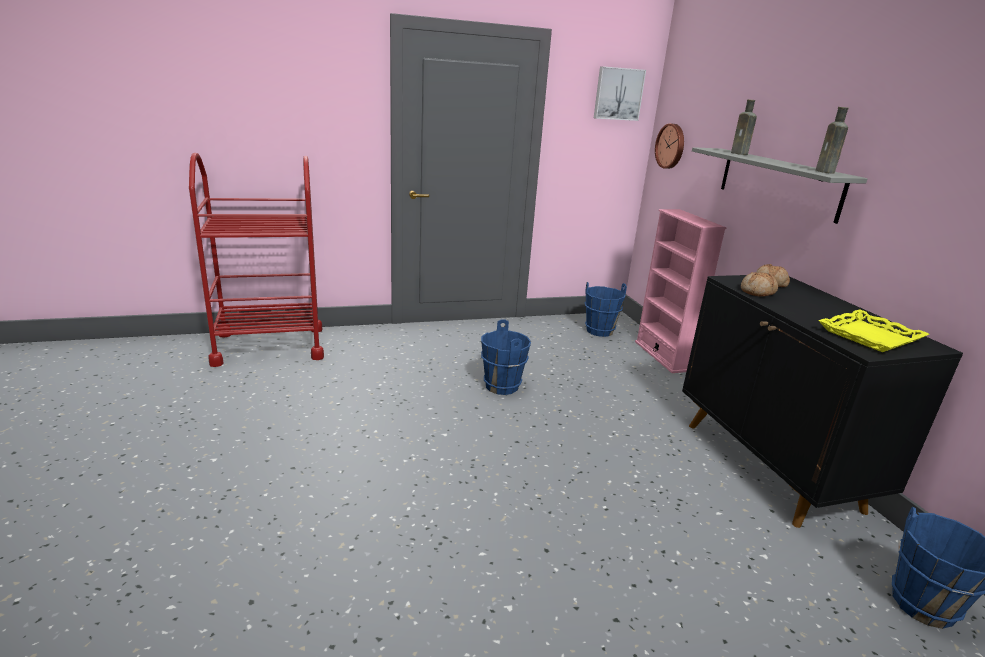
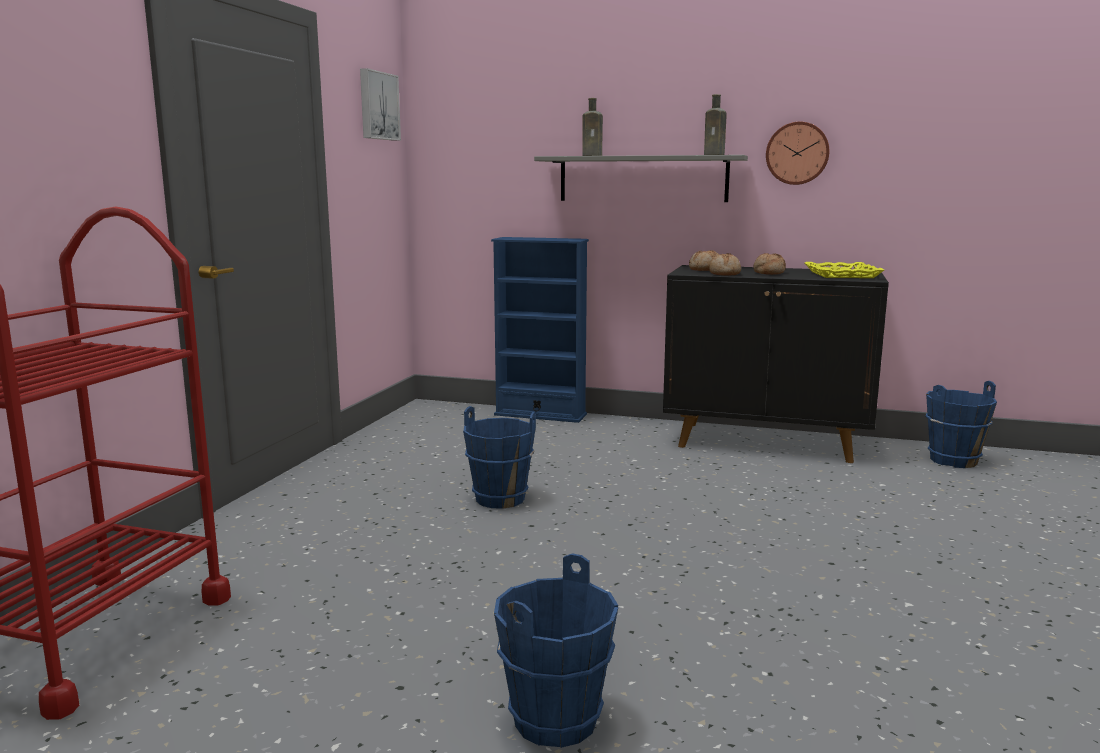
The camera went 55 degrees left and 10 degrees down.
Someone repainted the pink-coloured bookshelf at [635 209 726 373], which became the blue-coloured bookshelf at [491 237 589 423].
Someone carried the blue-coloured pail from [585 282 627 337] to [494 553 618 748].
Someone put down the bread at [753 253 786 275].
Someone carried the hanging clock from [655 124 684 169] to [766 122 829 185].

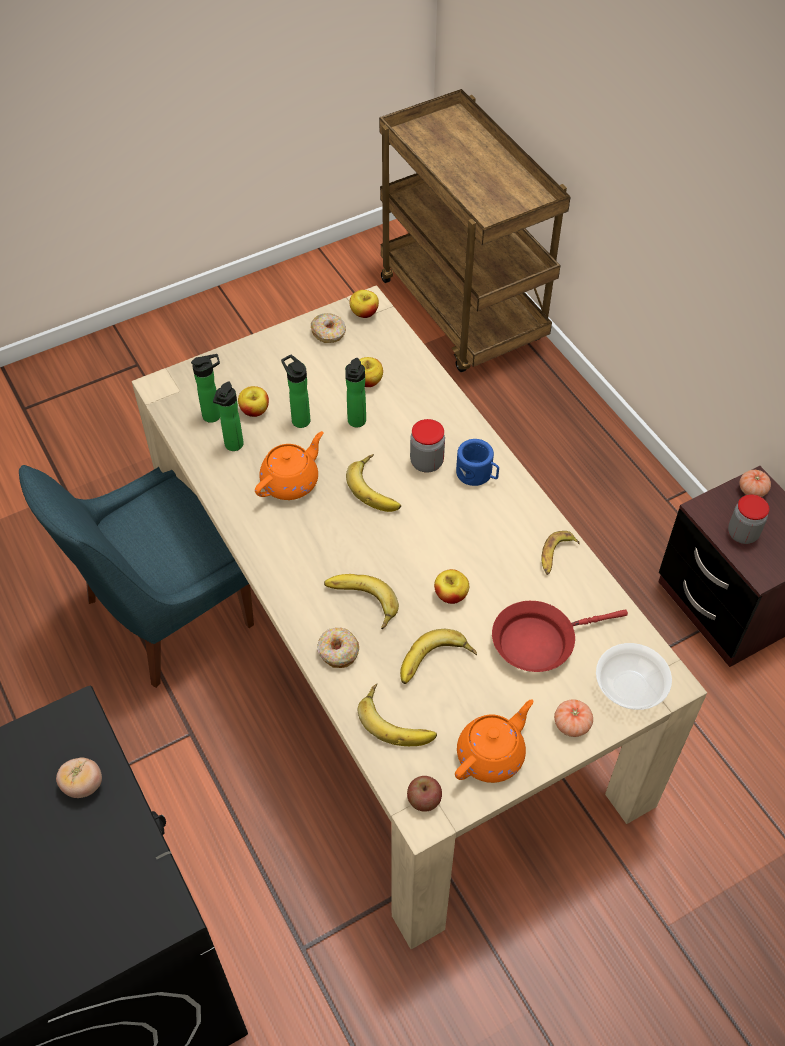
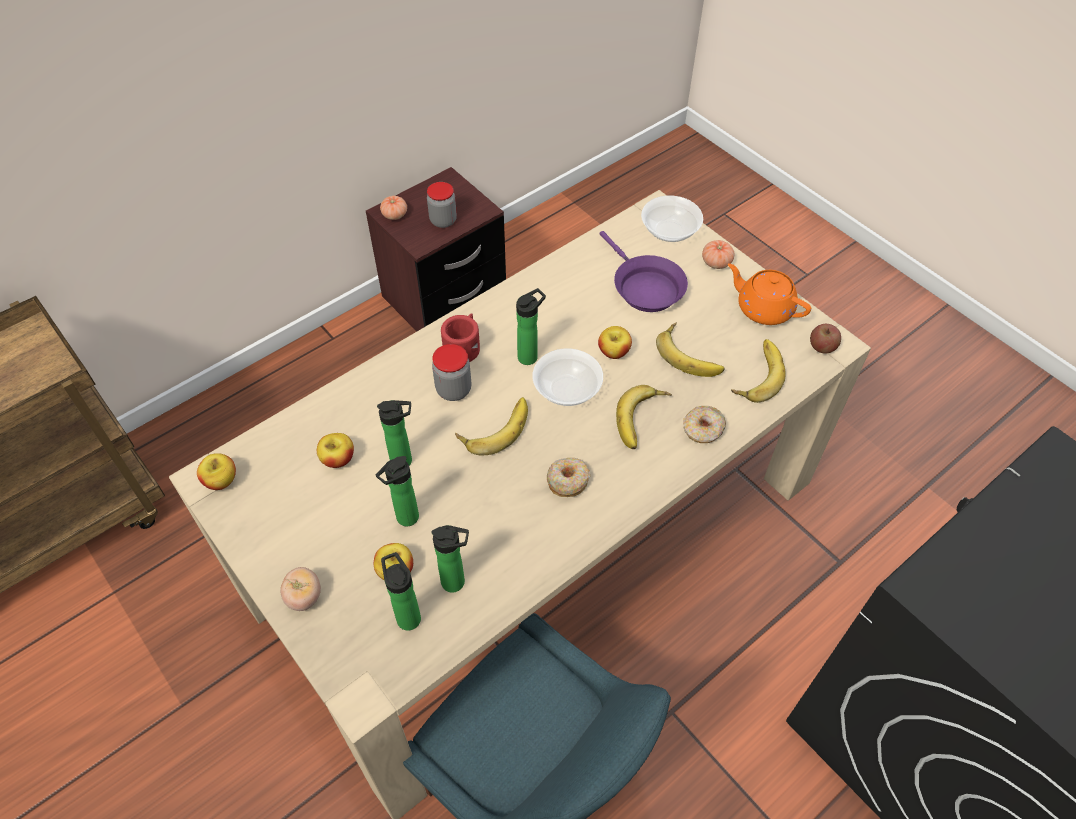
The camera went 100 degrees left and 0 degrees up.
Someone carried the whole tomato from [56 758 102 798] to [280 567 321 611].
Someone repainted the blue-coloured coffee mug at [456 439 499 486], which became the red coffee mug at [441 313 480 362].
Someone put down the bottle at [516 288 546 365].
Someone put down the serving bowl at [532 348 603 406].
Someone carried the ring doughnut from [311 313 346 343] to [547 458 590 497].
Someone repainted the red pan at [492 601 628 672], which became the purple-coloured pan at [600 231 688 312].
Someone took away the orangey pot for tea at [255 431 323 500].
Someone took away the banana fruit at [542 531 580 575].

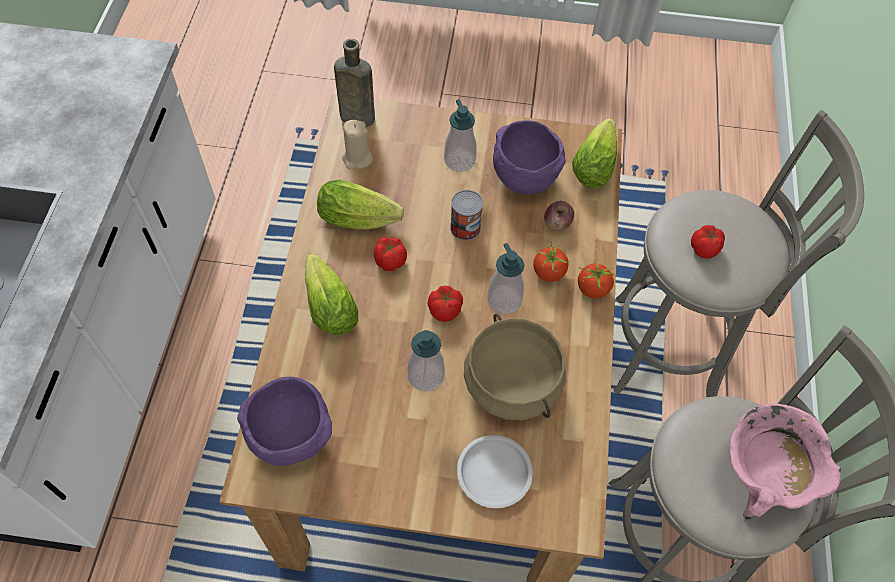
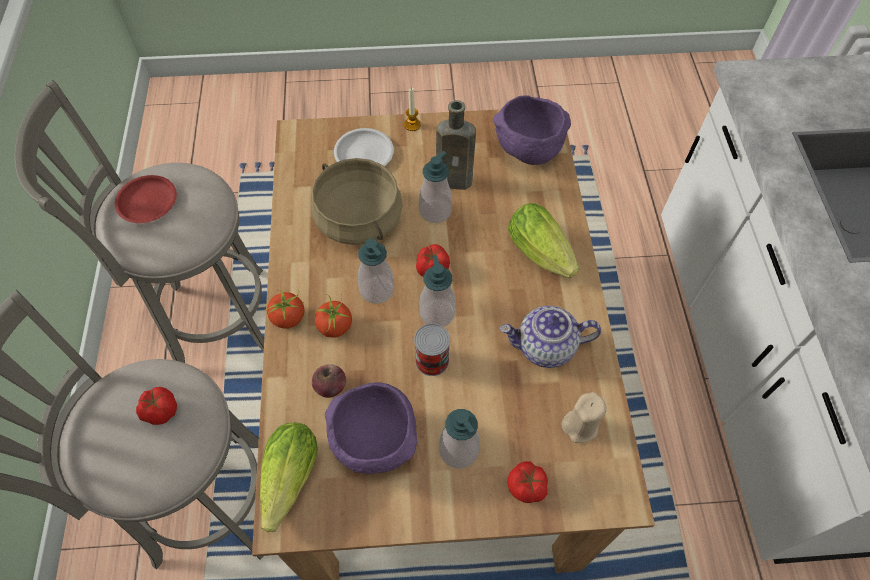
The camera went 170 degrees right and 0 degrees up.
Someone swapped the pink-coloured stockpot at [730 404 841 520] for the red dinner plate at [115 175 177 223].
Someone put down the wax light at [404 87 421 131].
Someone put down the liquid soap bottle at [420 255 455 327].
Someone carried the brown-coloured bottle from [334 39 375 127] to [436 100 476 190].
Someone swapped the head of lettuce at [317 179 404 229] for the pot for tea at [500 306 601 368].
Someone carried the whole tomato from [374 237 407 271] to [508 461 548 503].

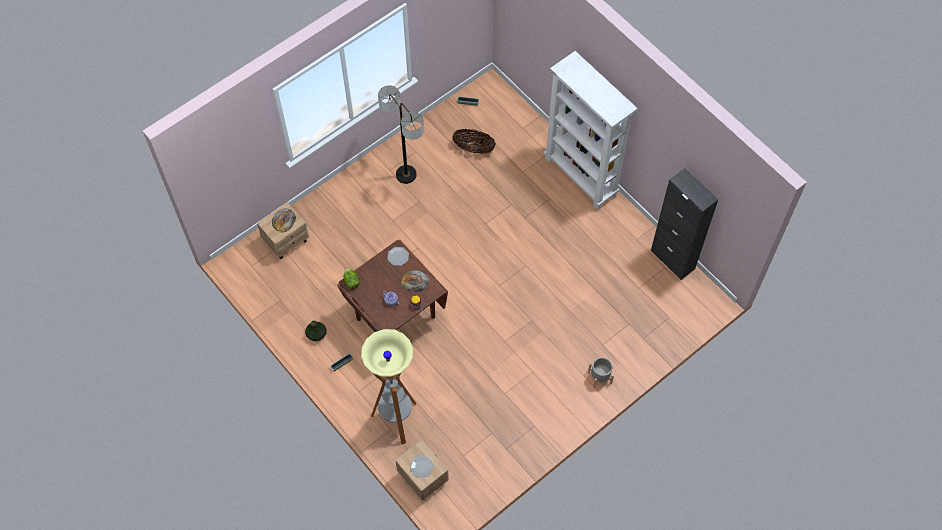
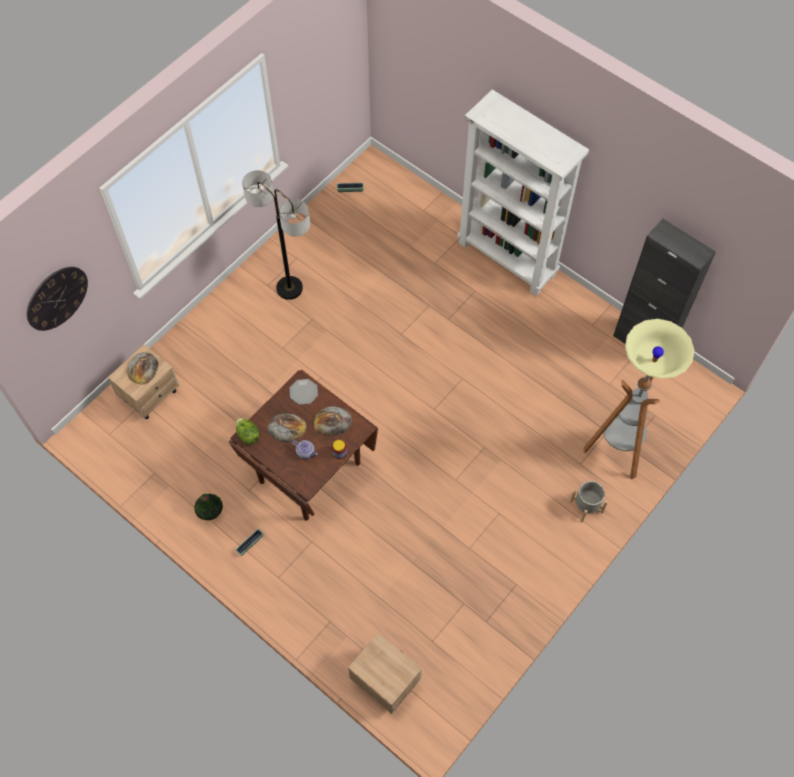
The camera went 10 degrees left and 0 degrees up.
Someone put up the hanging clock at [27 267 88 331].
Someone put down the bread at [267 413 307 443].
Someone carried the standard lamp from [361 329 417 444] to [584 319 694 479].
Someone took away the dinner plate at [410 456 433 478].
Someone took away the household basket at [452 129 496 154].

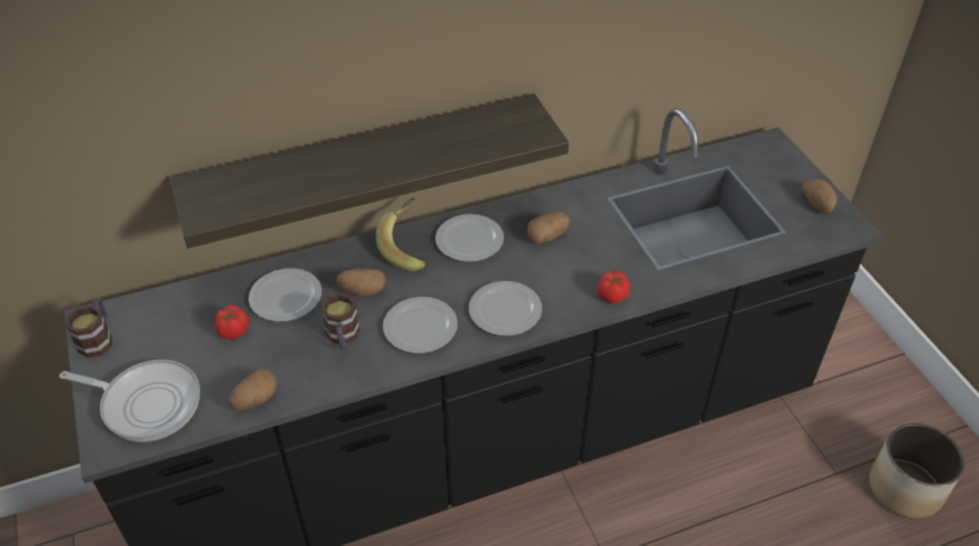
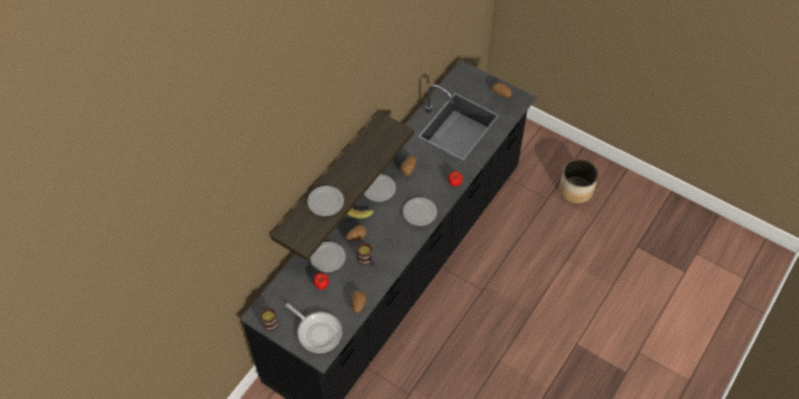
The camera went 35 degrees left and 10 degrees up.
Someone rotated the pan at [59 360 200 442] by 60 degrees clockwise.
Someone carried the dinner plate from [383 297 458 354] to [308 186 344 216].

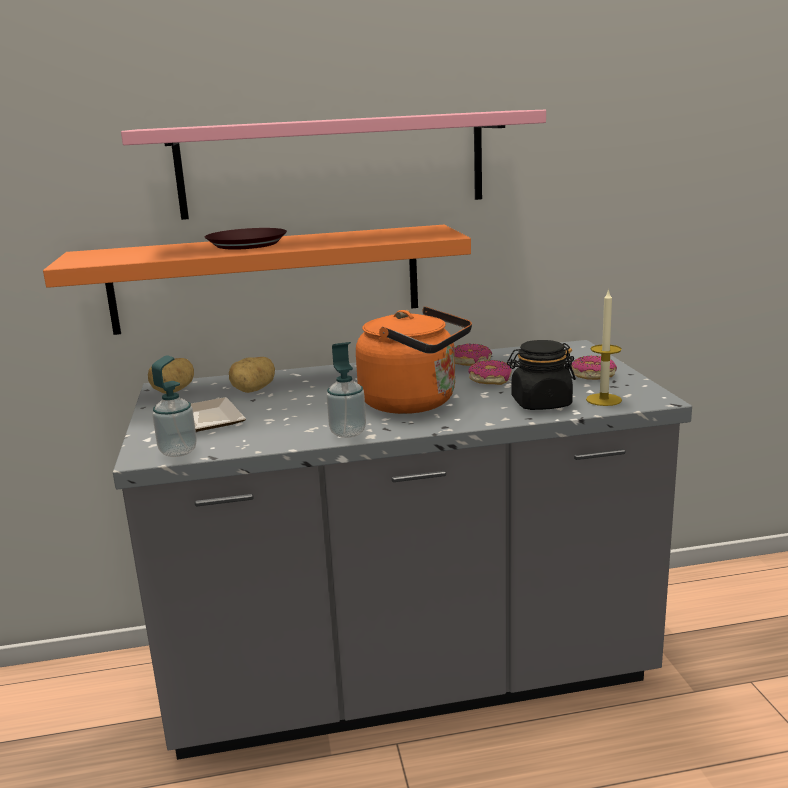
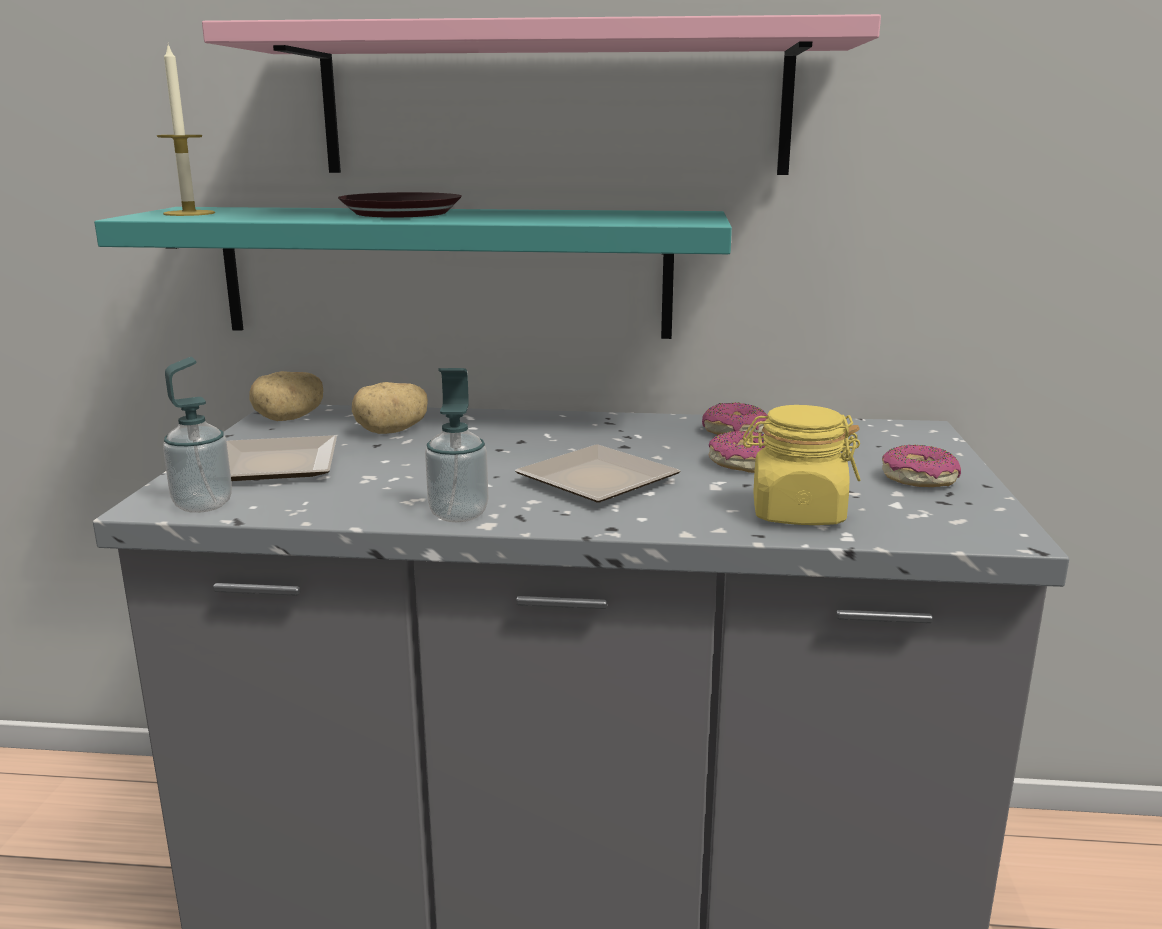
The camera went 15 degrees right and 0 degrees up.
Someone repainted the orangey bracket shelf at [43 225 471 335], which became the turquoise bracket shelf at [94 207 732 339].
Someone carried the wax light from [586 289 622 406] to [157 45 215 216].
Someone swapped the orangey tea kettle at [356 307 472 414] for the dinner plate at [515 444 680 502].
Someone repainted the black-coloured preserve jar at [507 340 576 410], which became the yellow preserve jar at [743 405 860 525].

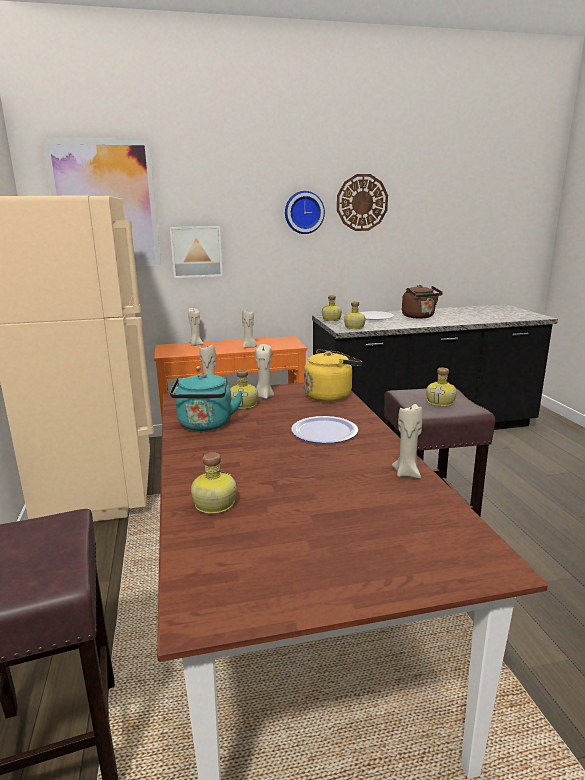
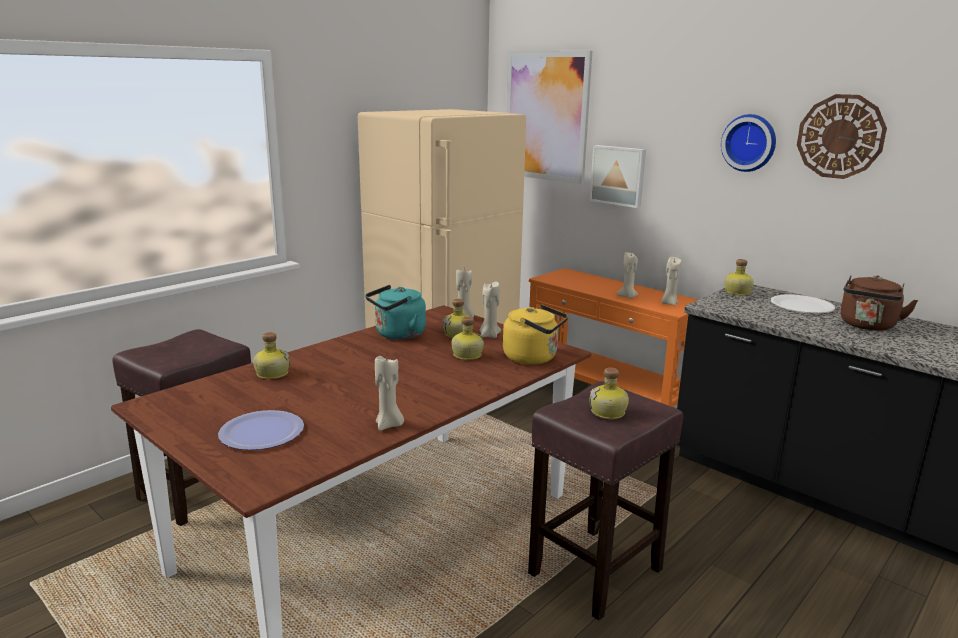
The camera went 55 degrees right and 0 degrees up.
Someone carried the dinner plate from [291 416 358 443] to [218 410 304 450].
Someone carried the bottle from [344 301 366 329] to [451 317 484 360].
Someone carried the beige-coloured wax light from [188 308 204 346] to [661 257 682 305].

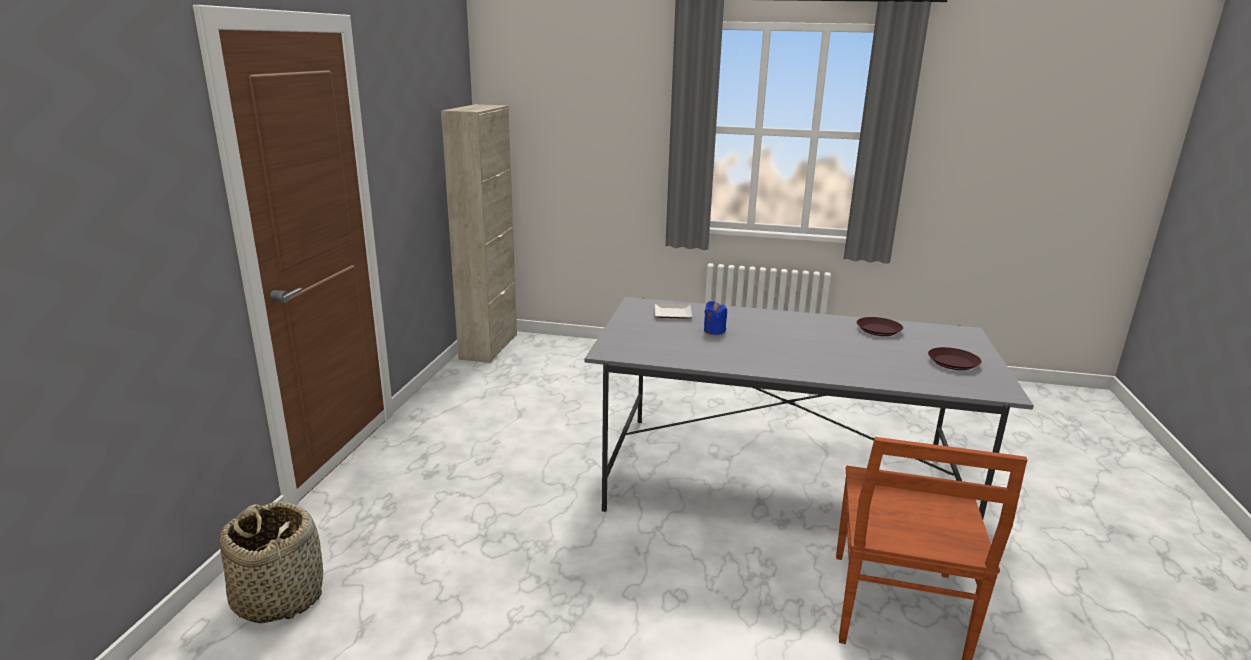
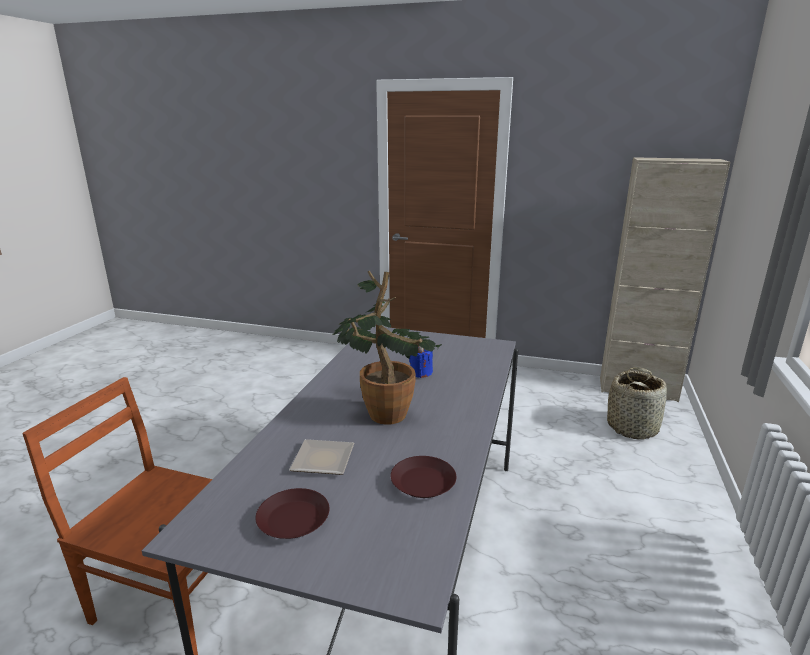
The camera went 95 degrees right and 0 degrees up.
Someone carried the dinner plate from [655 304 692 319] to [289 439 354 475].
Someone put down the houseplant at [333 271 442 425].
Someone carried the household basket from [220 502 323 623] to [607 367 667 440].

